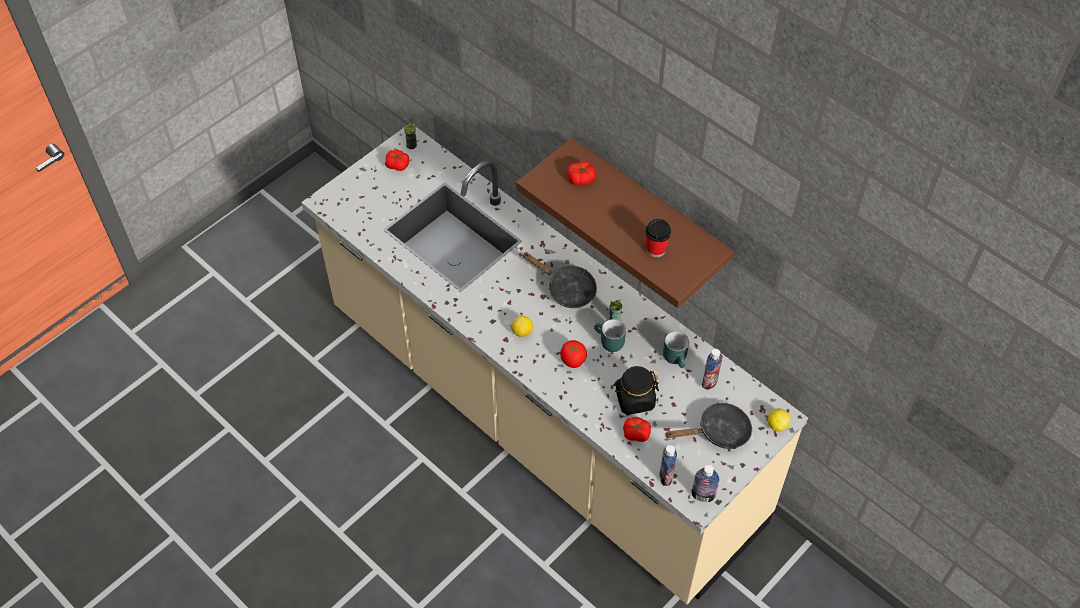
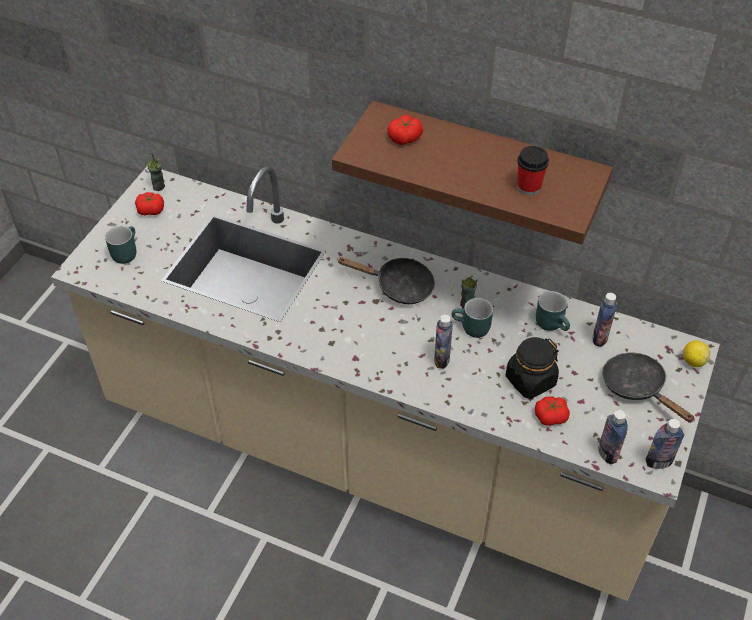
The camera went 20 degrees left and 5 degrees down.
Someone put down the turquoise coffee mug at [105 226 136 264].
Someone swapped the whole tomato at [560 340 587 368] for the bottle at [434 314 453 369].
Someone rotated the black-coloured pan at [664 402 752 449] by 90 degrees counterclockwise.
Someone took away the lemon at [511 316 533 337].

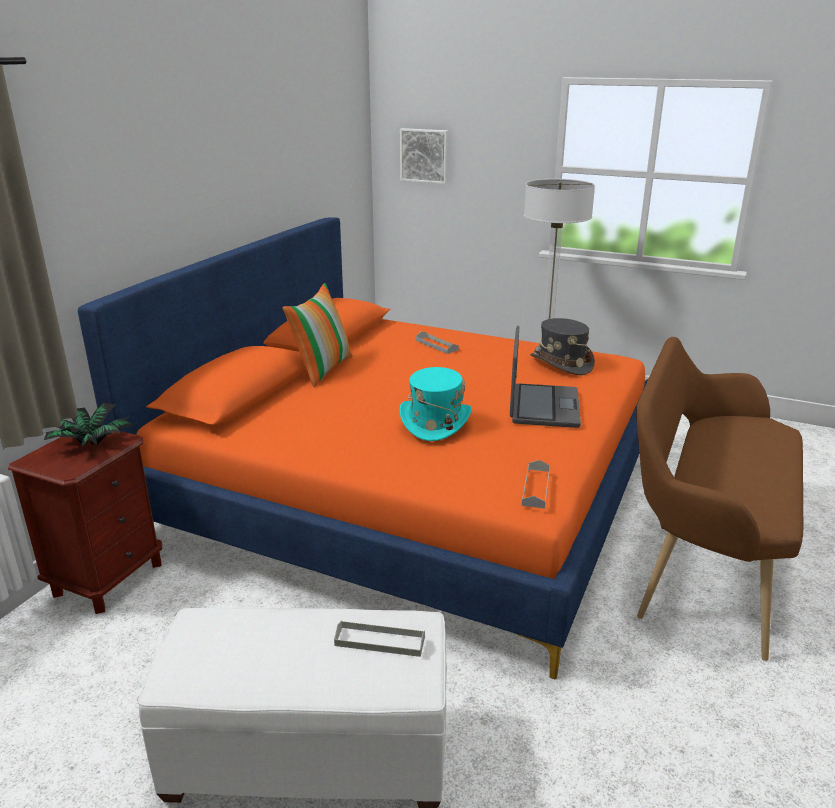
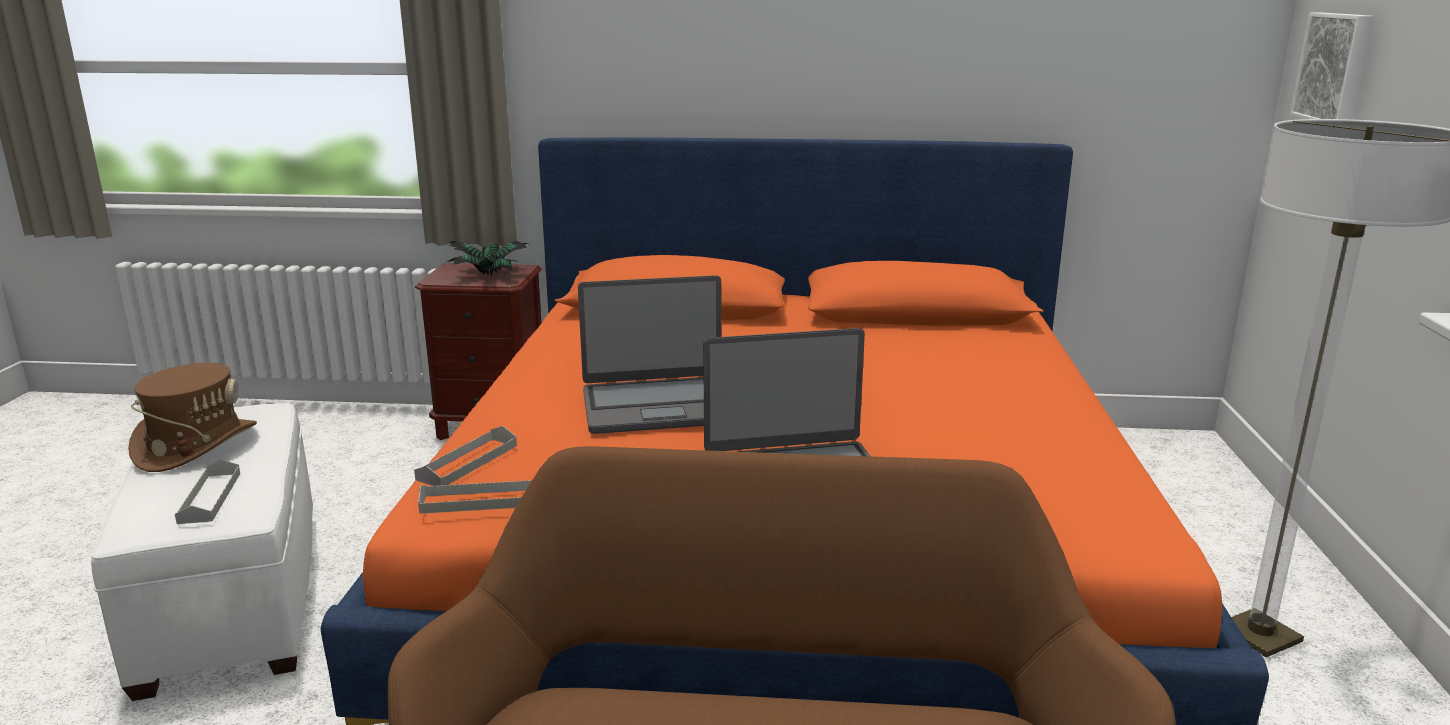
The camera went 70 degrees right and 5 degrees down.
Someone put down the brown-coloured hat at [128 363 257 472].
Someone carried the grey serving tray from [416 331 459 354] to [414 426 517 486].
Someone swapped the turquoise hat at [399 367 472 441] for the portable computer at [578 275 721 434].
Someone took away the pillow at [282 283 353 387].
Someone took away the grey hat at [530 318 595 375].

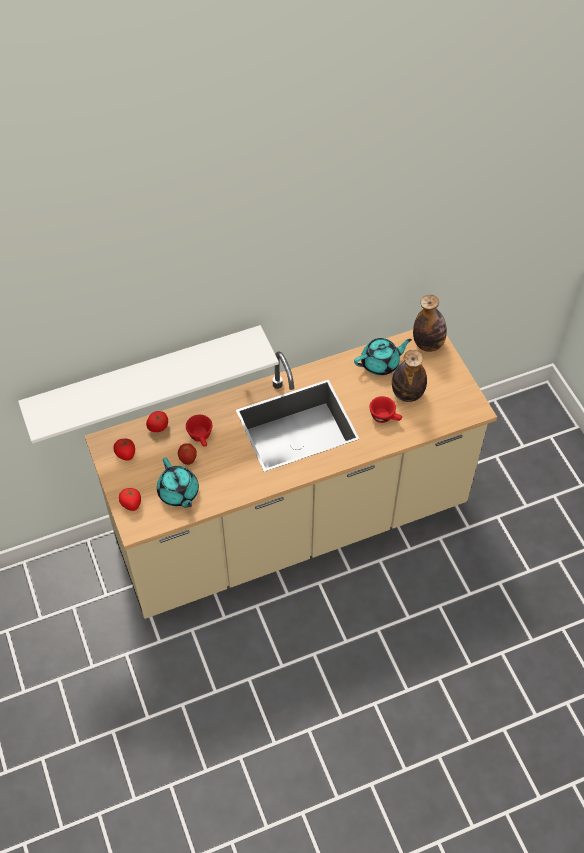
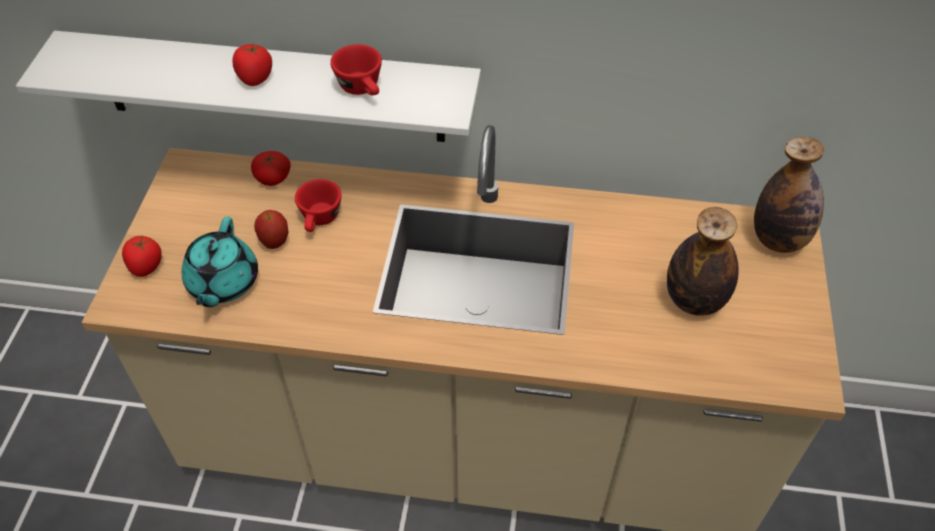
The camera went 30 degrees right and 5 degrees down.
Someone carried the whole tomato from [114 438 135 461] to [232 42 272 86].
Someone carried the red cup from [370 396 402 423] to [330 44 382 96].
Someone took away the turquoise pot for tea at [354 338 412 375].

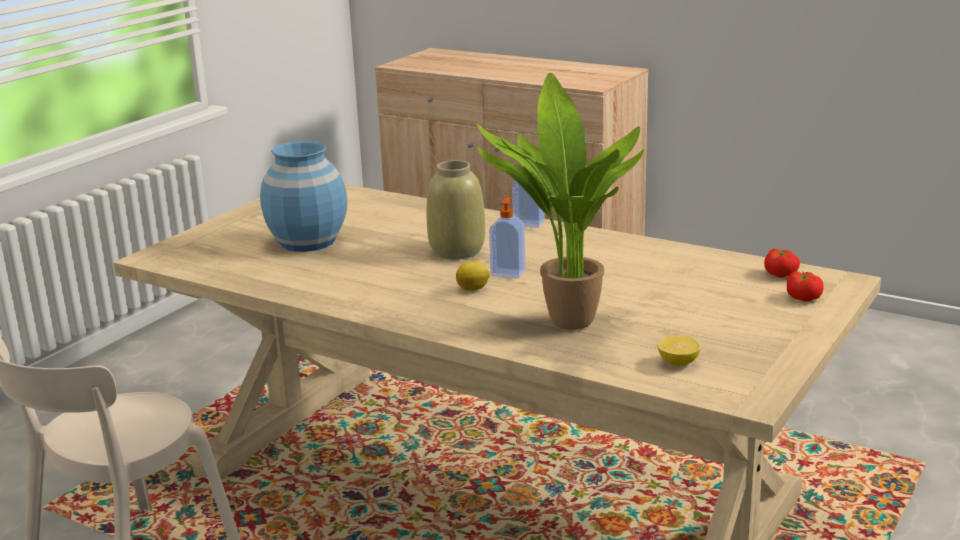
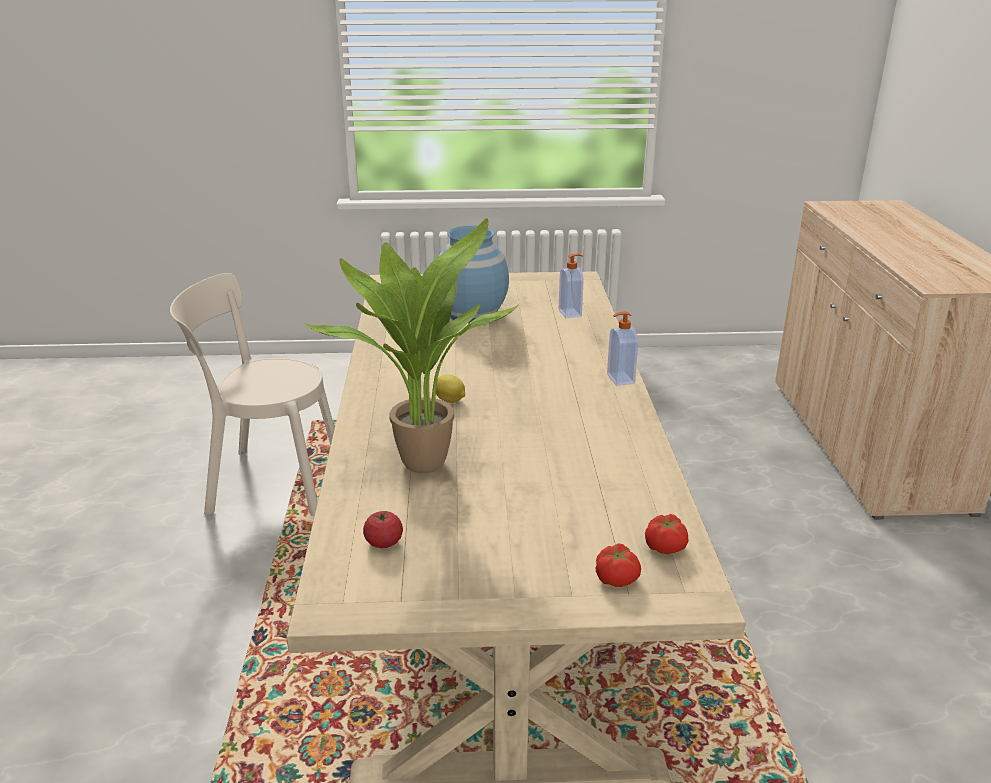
The camera went 55 degrees right and 5 degrees up.
Someone swapped the lemon at [658 336 701 366] for the whole tomato at [363 511 403 548].
Someone carried the liquid soap bottle from [489 198 526 279] to [559 254 584 318].
Someone took away the beige-coloured vase at [427 160 485 260].

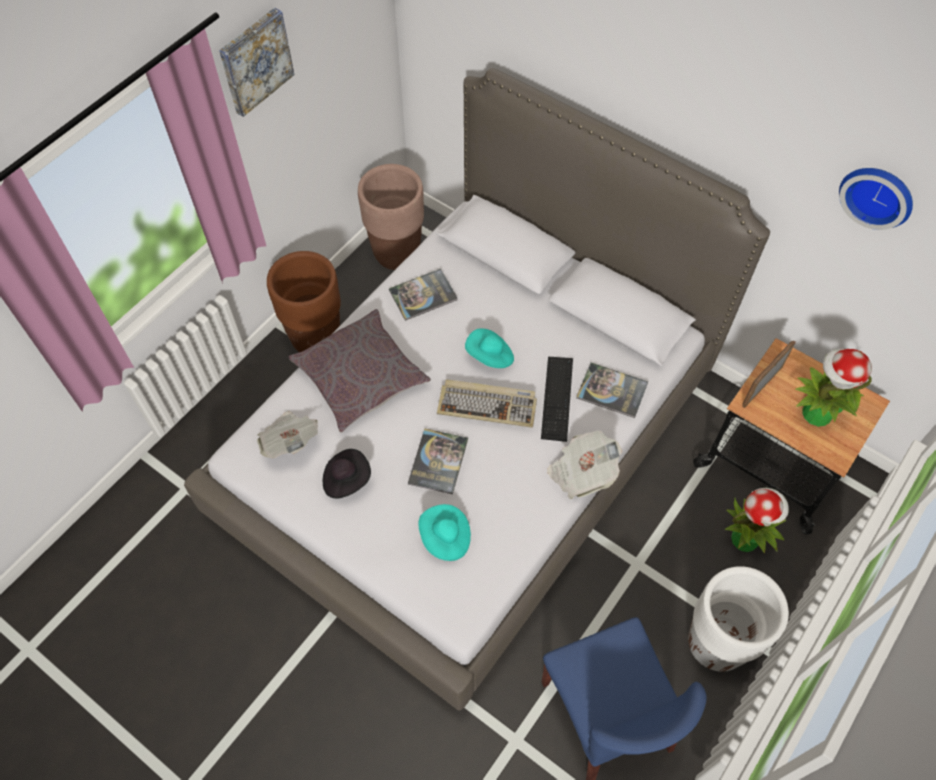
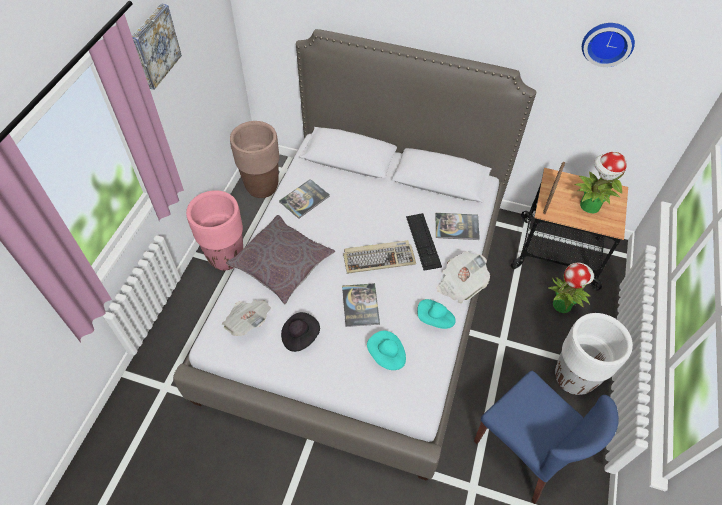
The camera went 20 degrees left and 5 degrees down.
Someone repainted the brown-coloured planter at [267 251 341 352], which became the pink-coloured planter at [186 190 243 270].
Someone carried the turquoise hat from [465 328 514 368] to [417 299 456 329].

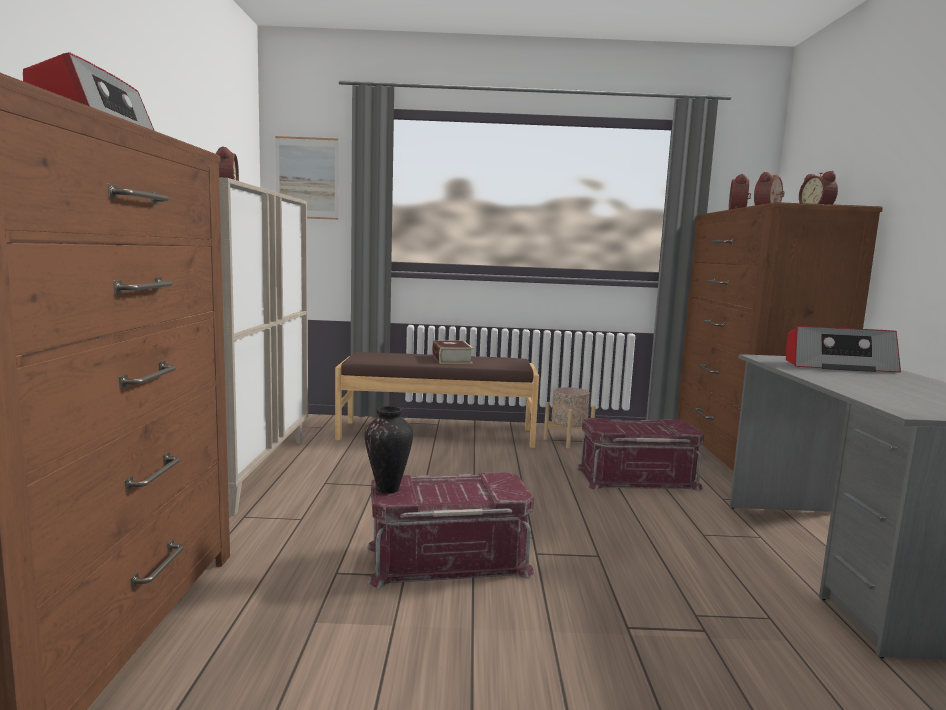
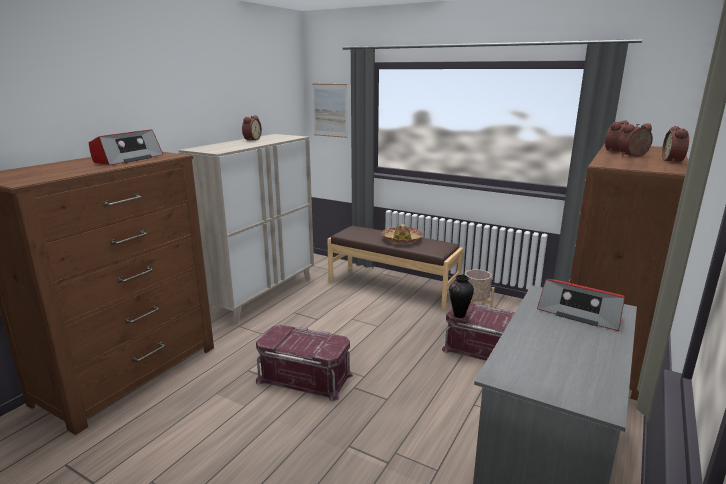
The camera went 30 degrees right and 10 degrees up.
Someone swapped the volume at [432 340 473 364] for the hat at [381 224 423 244].
Someone carried the vase from [365 406 413 494] to [449 275 474 318].

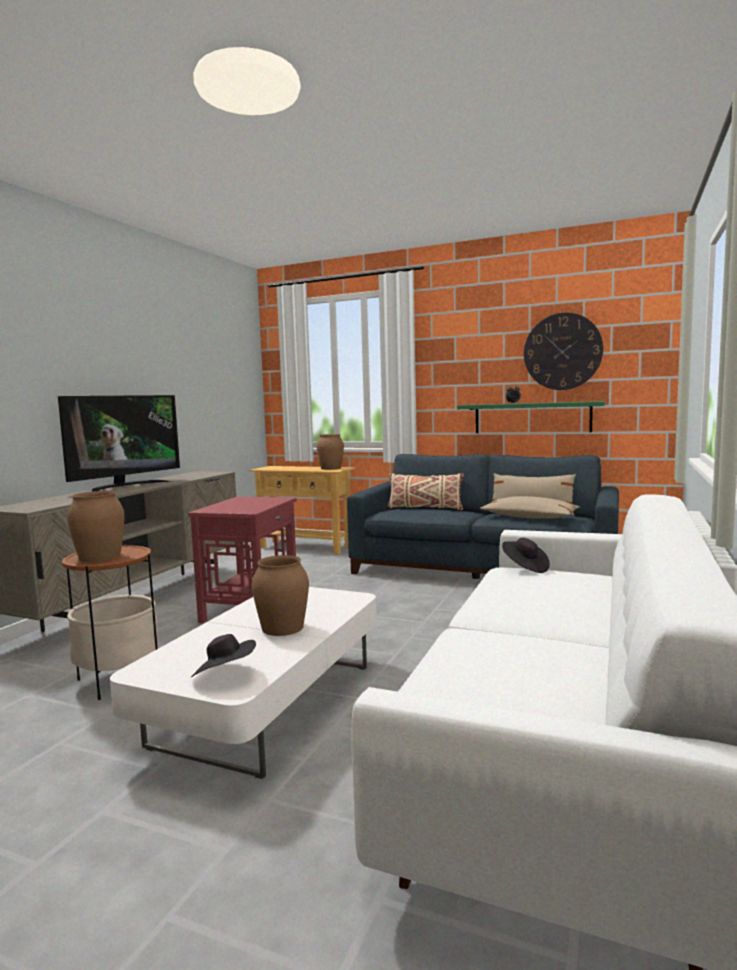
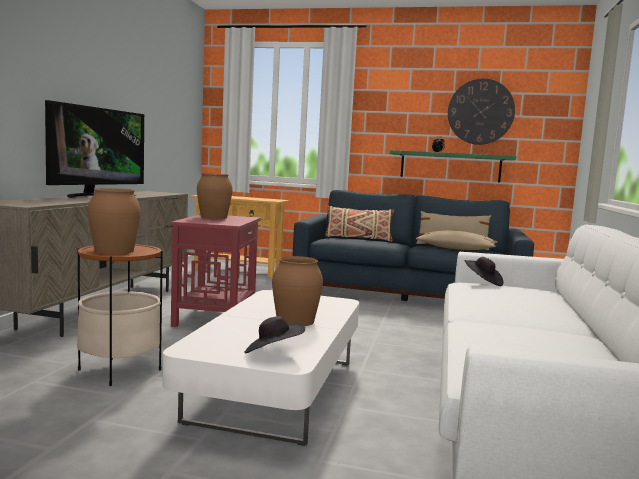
The camera went 10 degrees left and 0 degrees up.
Someone carried the brown-coloured vase from [316 434 344 470] to [197 173 233 219].

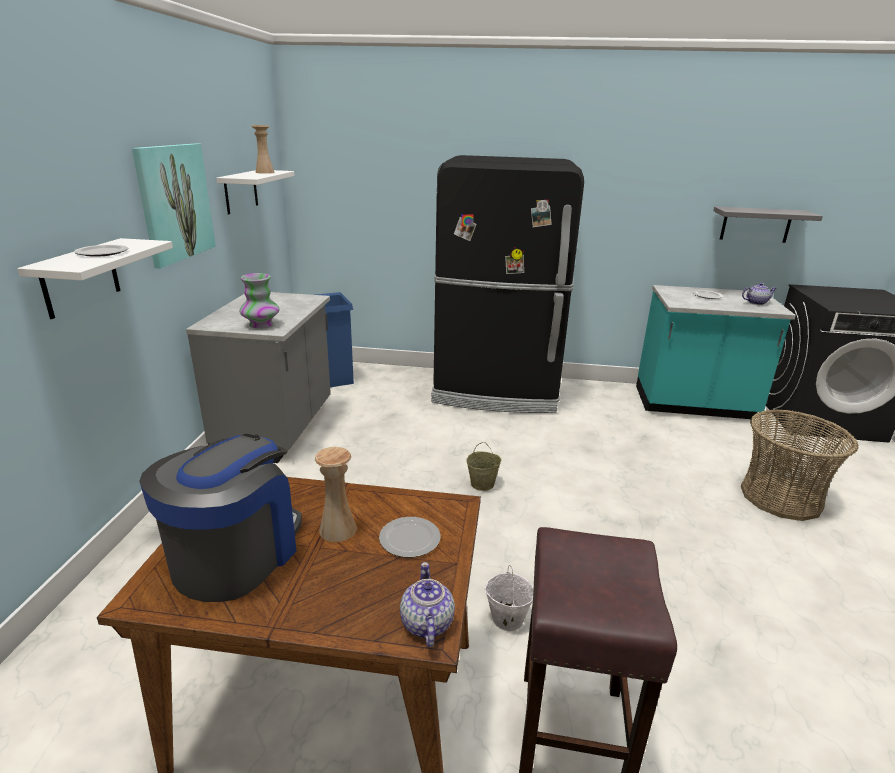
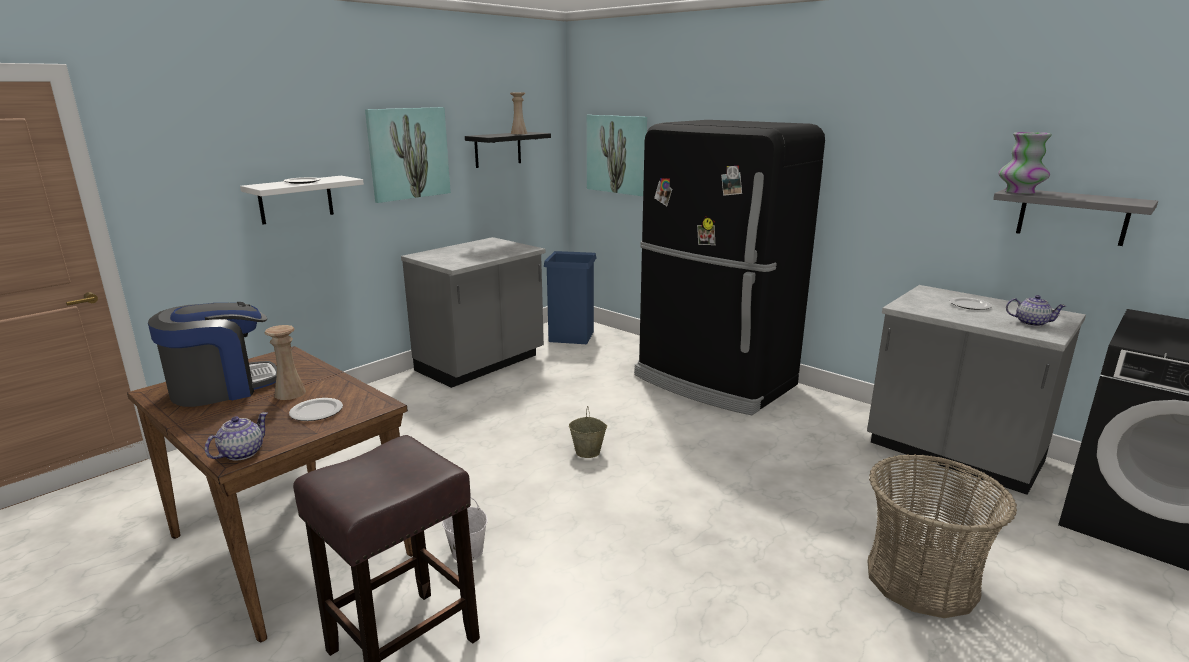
The camera went 35 degrees right and 5 degrees down.
Someone repainted the white bracket shelf at [216 170 294 214], which became the black-coloured bracket shelf at [465 132 551 168].
Someone put up the wall art at [587 115 647 196].
Someone repainted the turquoise counter at [636 285 796 419], which became the grey counter at [867 285 1086 495].
Someone carried the vase from [239 273 279 328] to [998 132 1052 194].

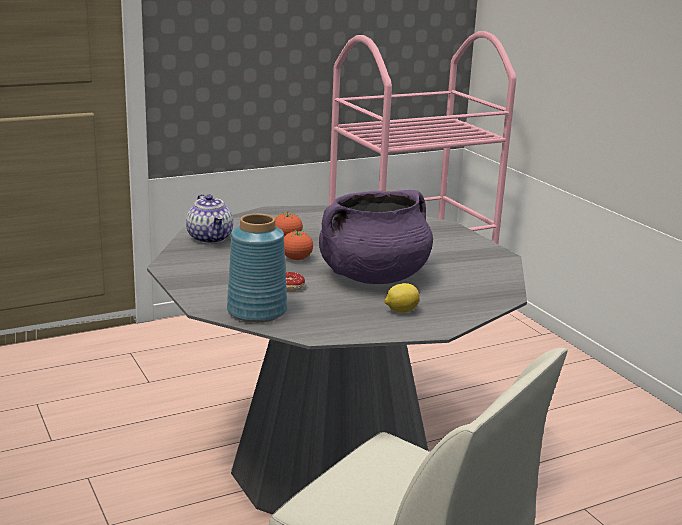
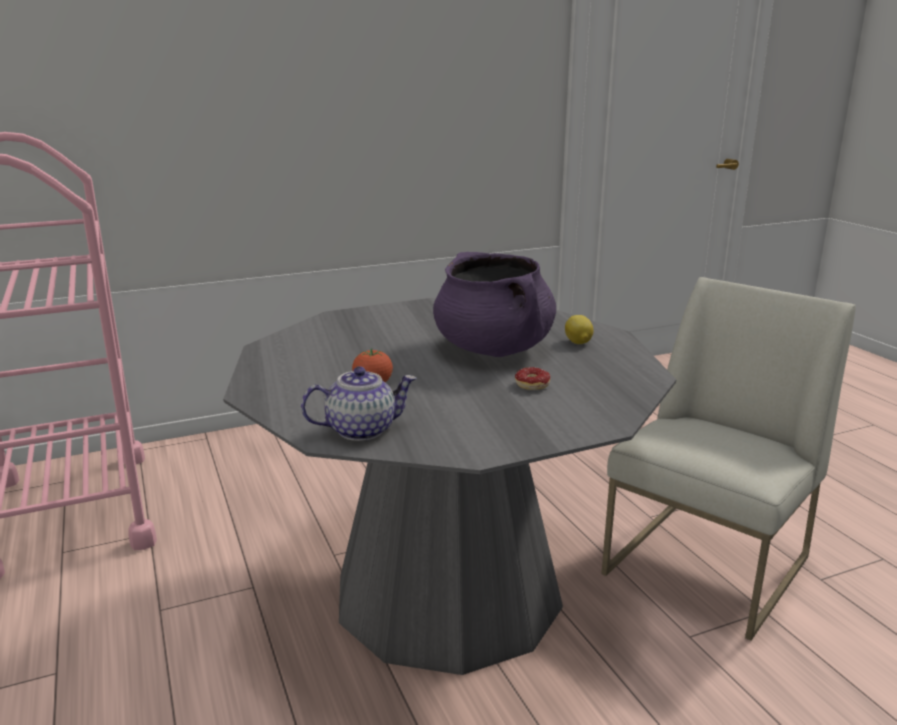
The camera went 85 degrees left and 0 degrees up.
Someone took away the blue-coloured vase at [227 213 287 323].
Someone took away the whole tomato at [284 230 313 260].

